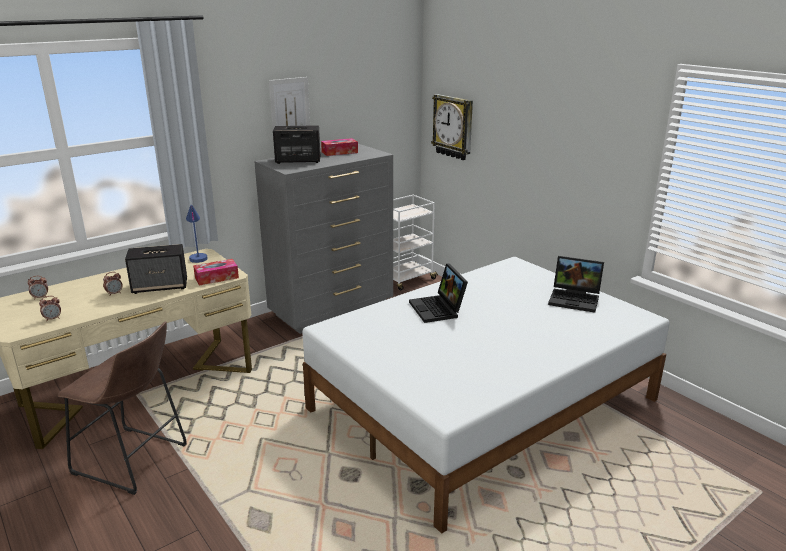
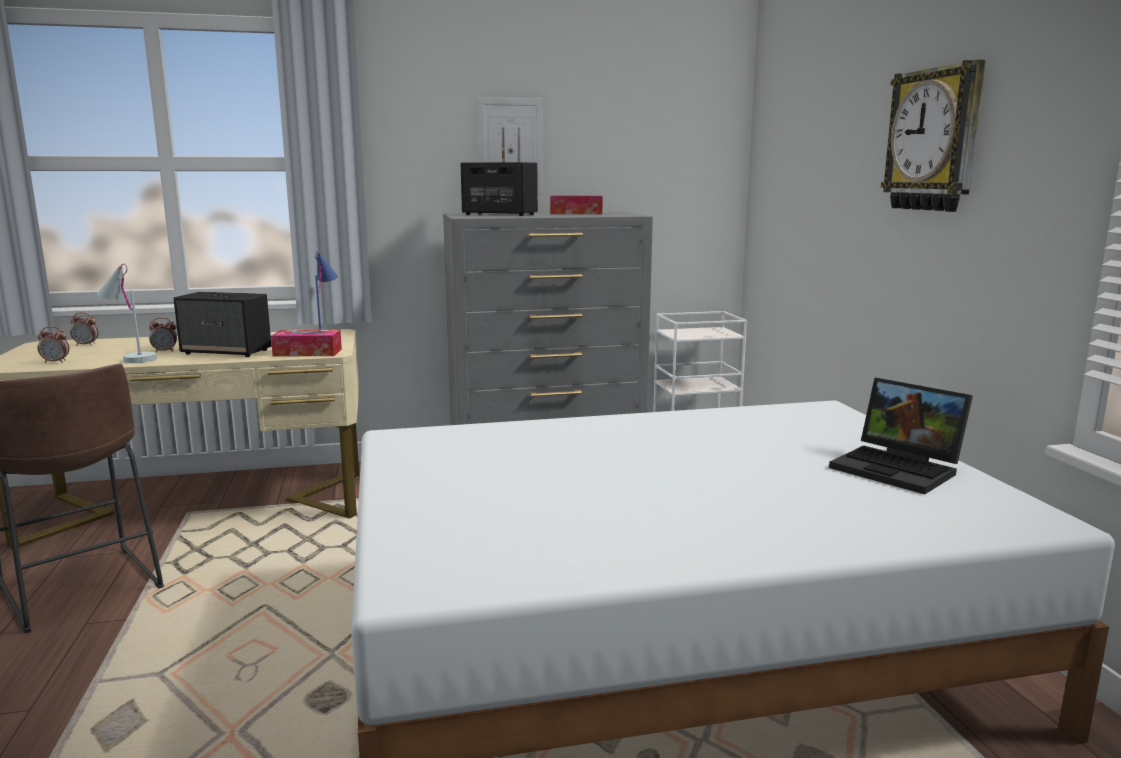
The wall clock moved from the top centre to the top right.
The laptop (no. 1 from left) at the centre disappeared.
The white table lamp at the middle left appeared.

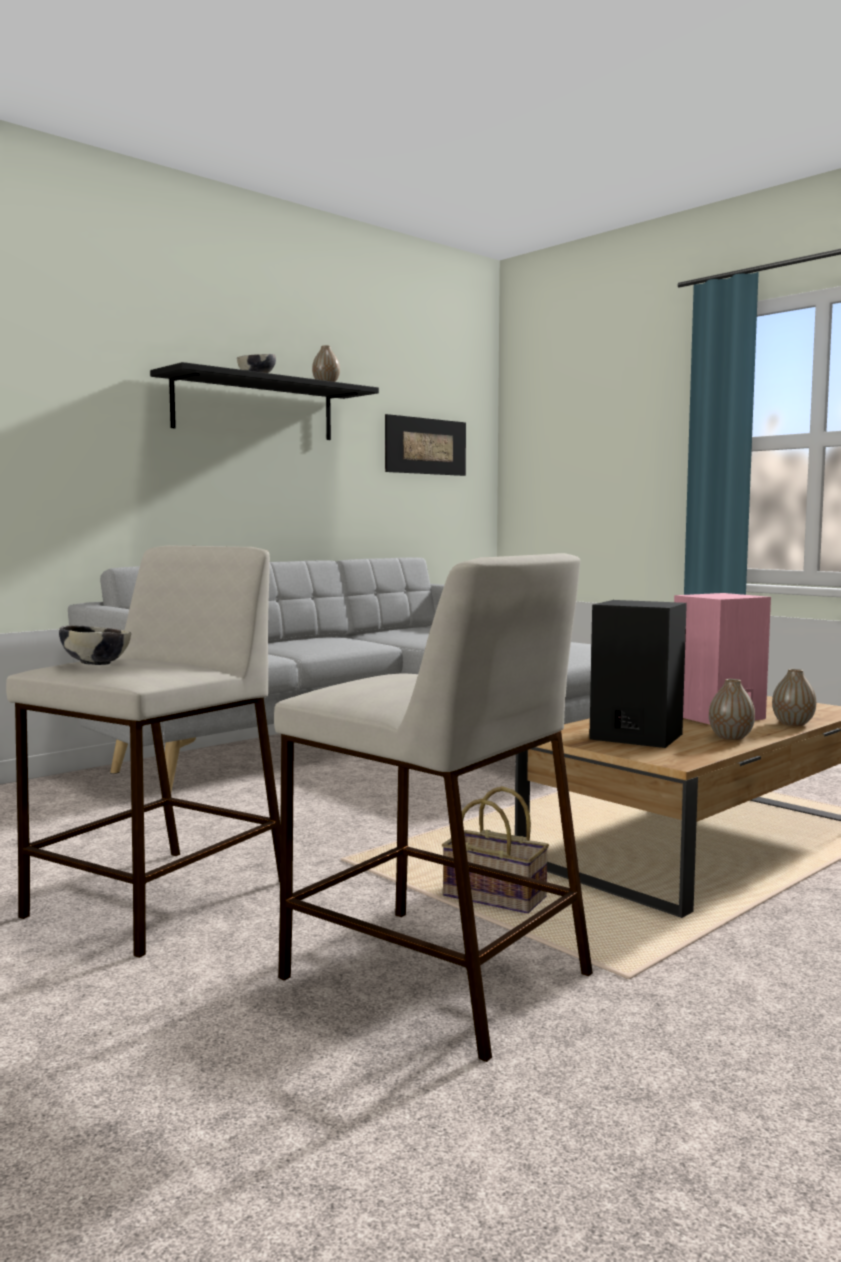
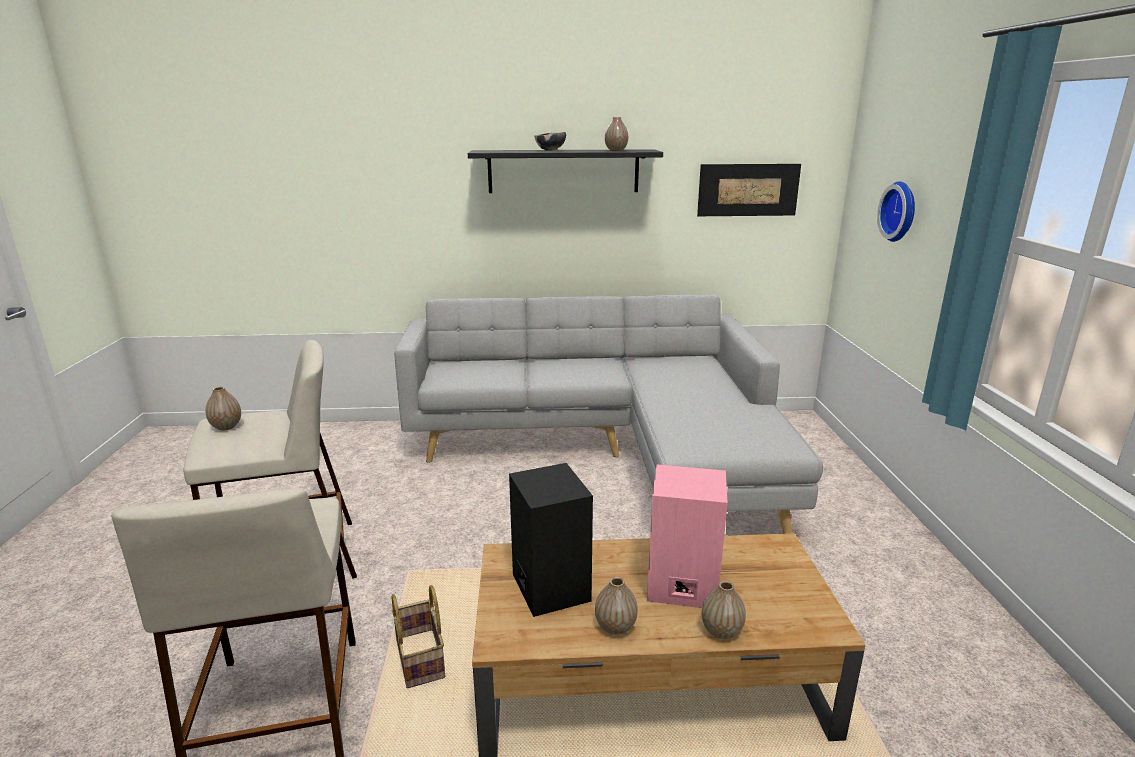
The bowl (no. 1 from left) at the middle left was replaced by the vase (no. 1 from left) at the middle left.
The wall clock at the top right appeared.

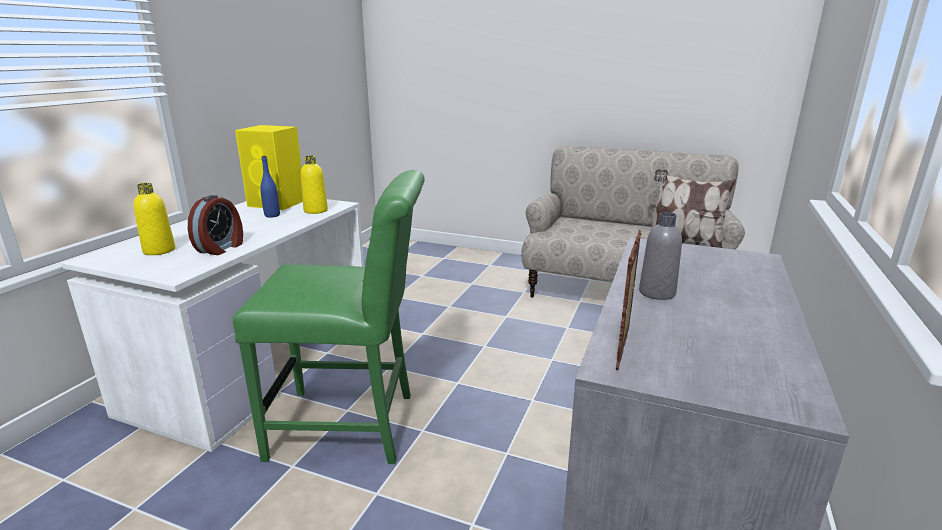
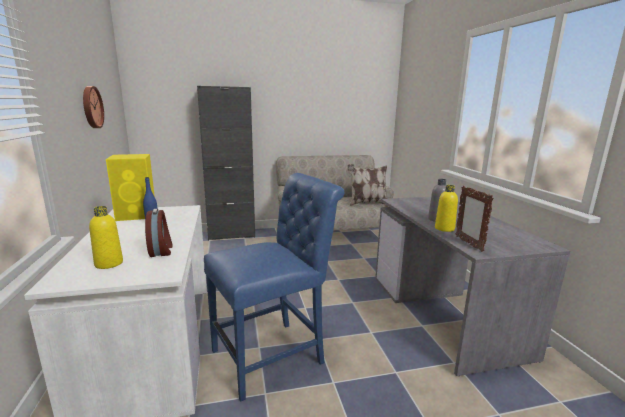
The yellow bottle (no. 2 from left) moved from the centre to the middle right.
The green chair at the centre became the blue chair at the bottom centre.
The wall clock at the top left appeared.
The black cabinet at the centre appeared.

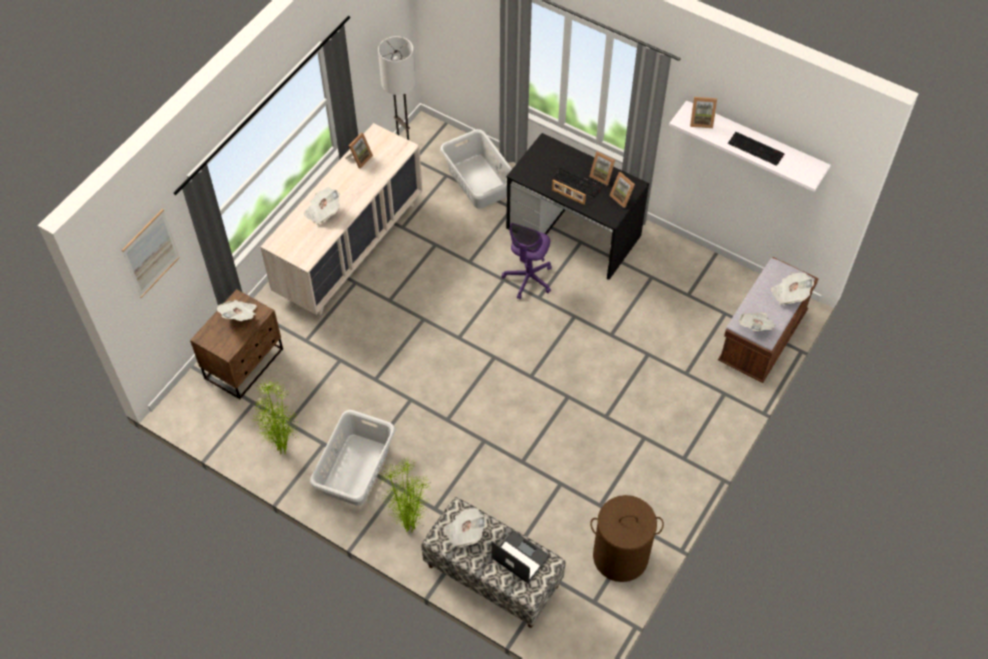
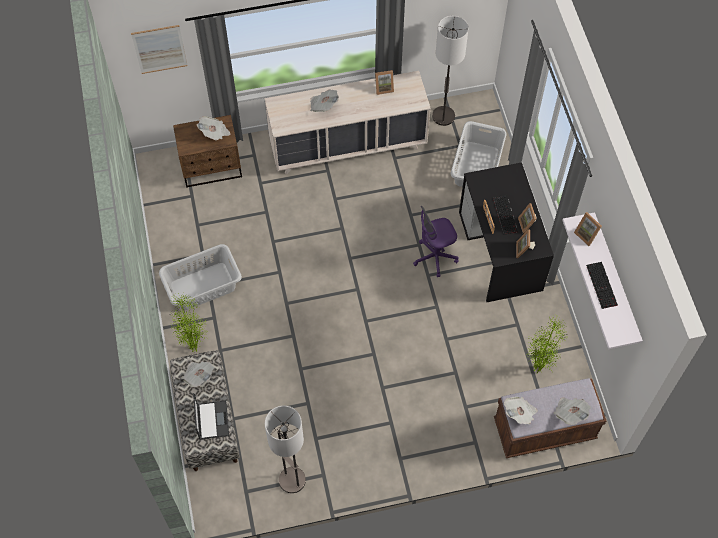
The potted plant (no. 1 from left in the first image) moved from the middle left to the middle right.
The brown laundry basket at the bottom centre was replaced by the floor lamp (no. 1 from left) at the bottom centre.

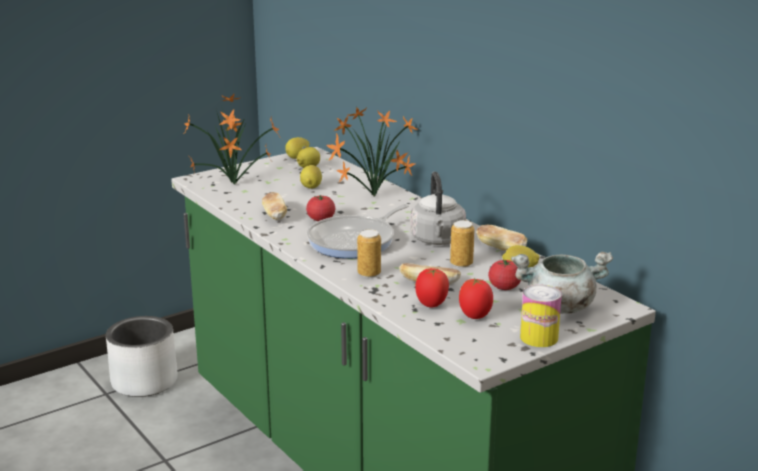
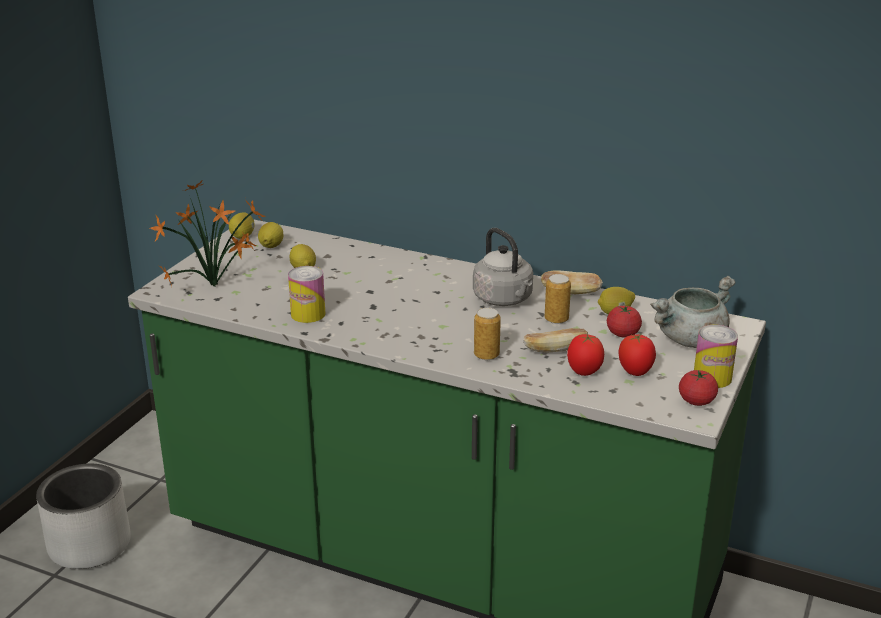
The potted plant (no. 2 from left) at the top centre disappeared.
The bread (no. 1 from left) at the centre was replaced by the can (no. 1 from left) at the centre.
The tomato (no. 1 from left in the first image) moved from the centre to the middle right.
The frying pan at the centre disappeared.

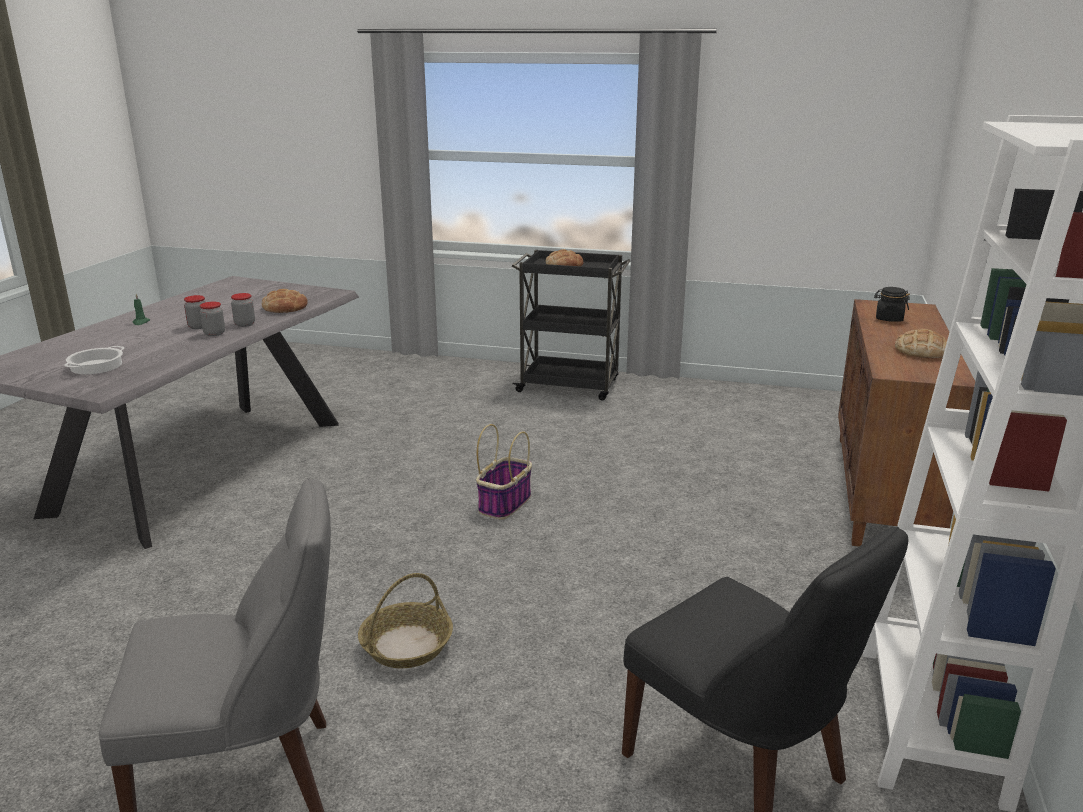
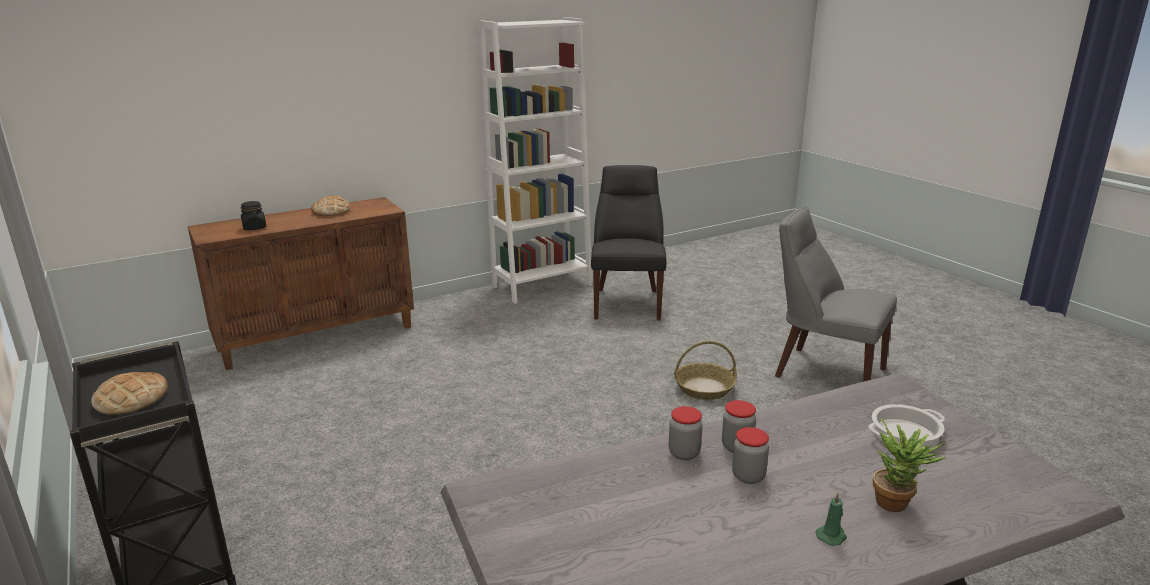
The bread (no. 1 from left) at the middle left disappeared.
The basket (no. 2 from left) at the centre disappeared.
The potted plant at the bottom right appeared.

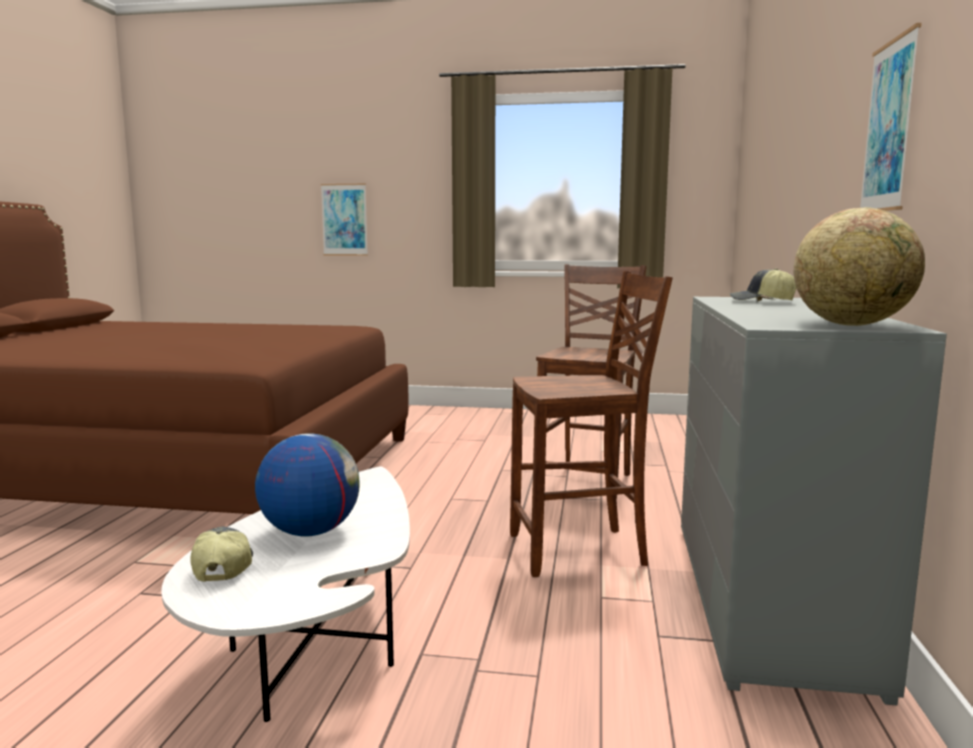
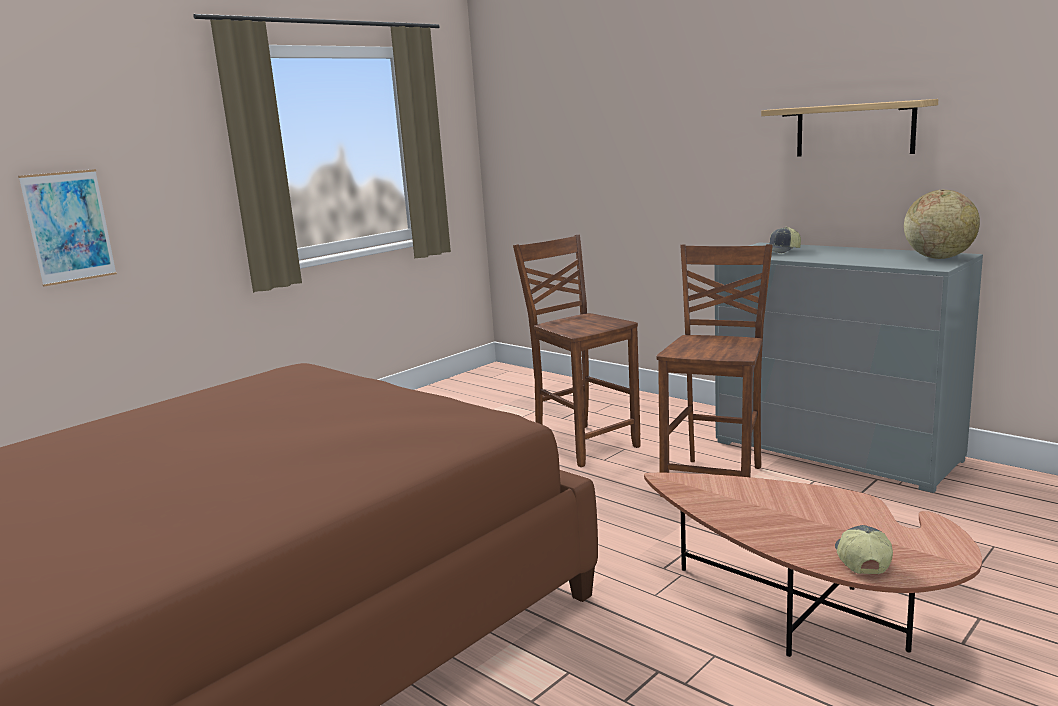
The picture (no. 2 from left) at the top right was replaced by the shelf at the top right.
The globe (no. 1 from left) at the middle left disappeared.
The white coffee table at the bottom left became the brown coffee table at the bottom right.
The cap (no. 1 from left in the first image) at the bottom left turned 75 degrees clockwise.

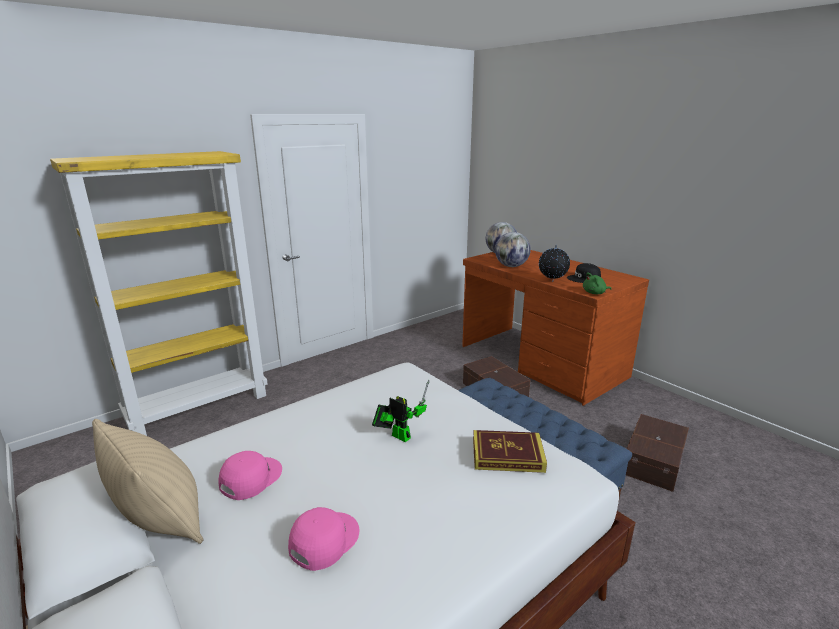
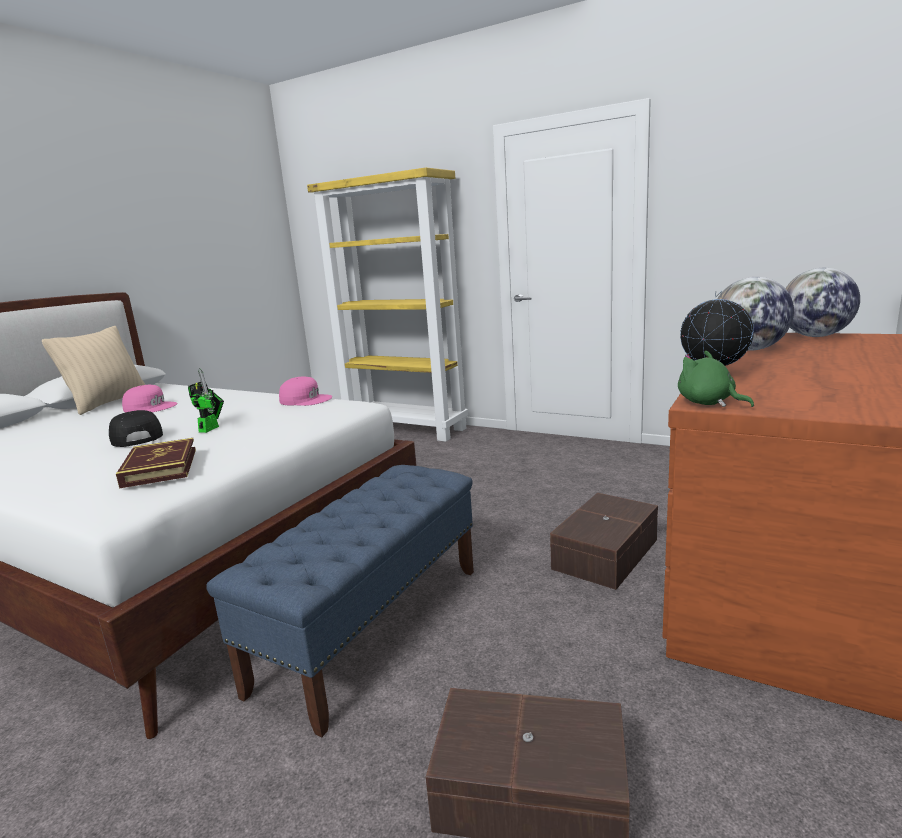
The black cap moved from the middle right to the middle left.
The pink cap (no. 2 from left) moved from the bottom centre to the centre.

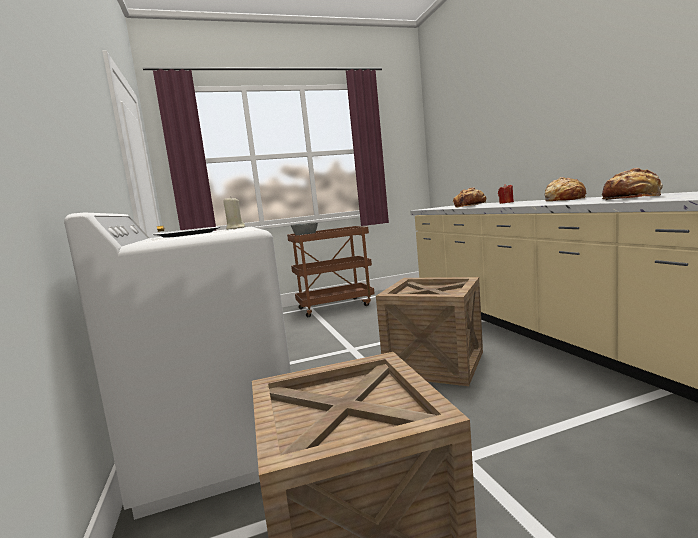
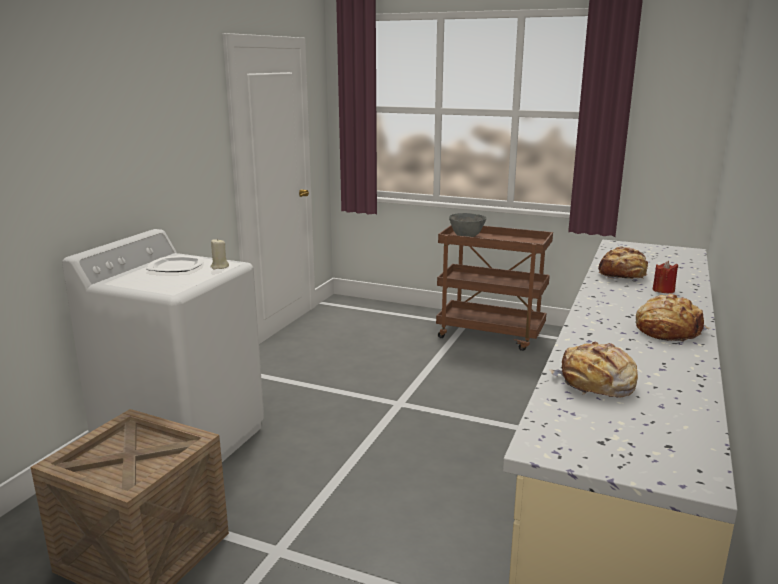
The crate (no. 2 from left) at the centre disappeared.

